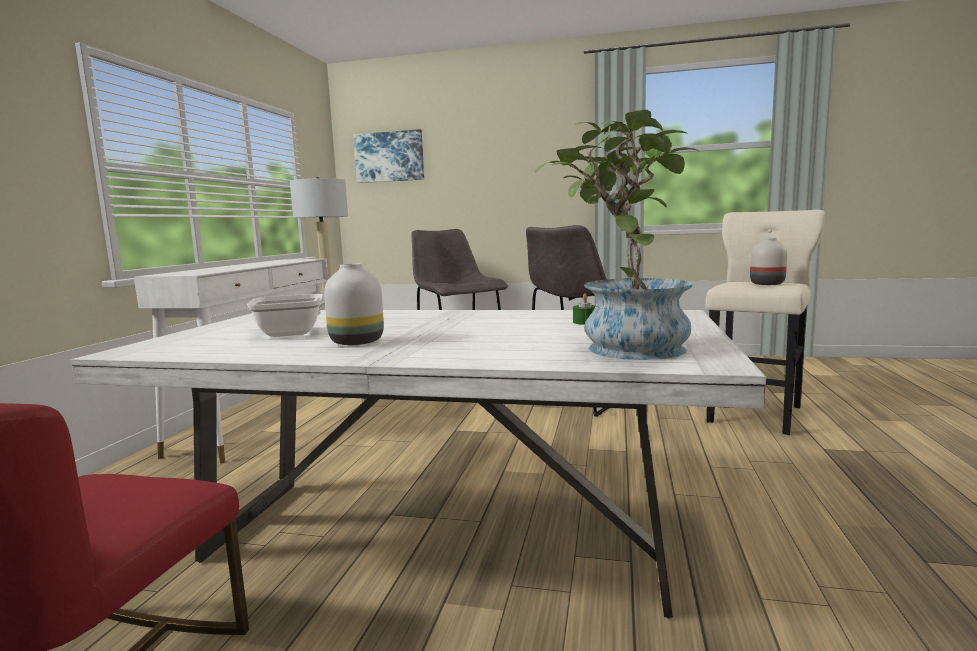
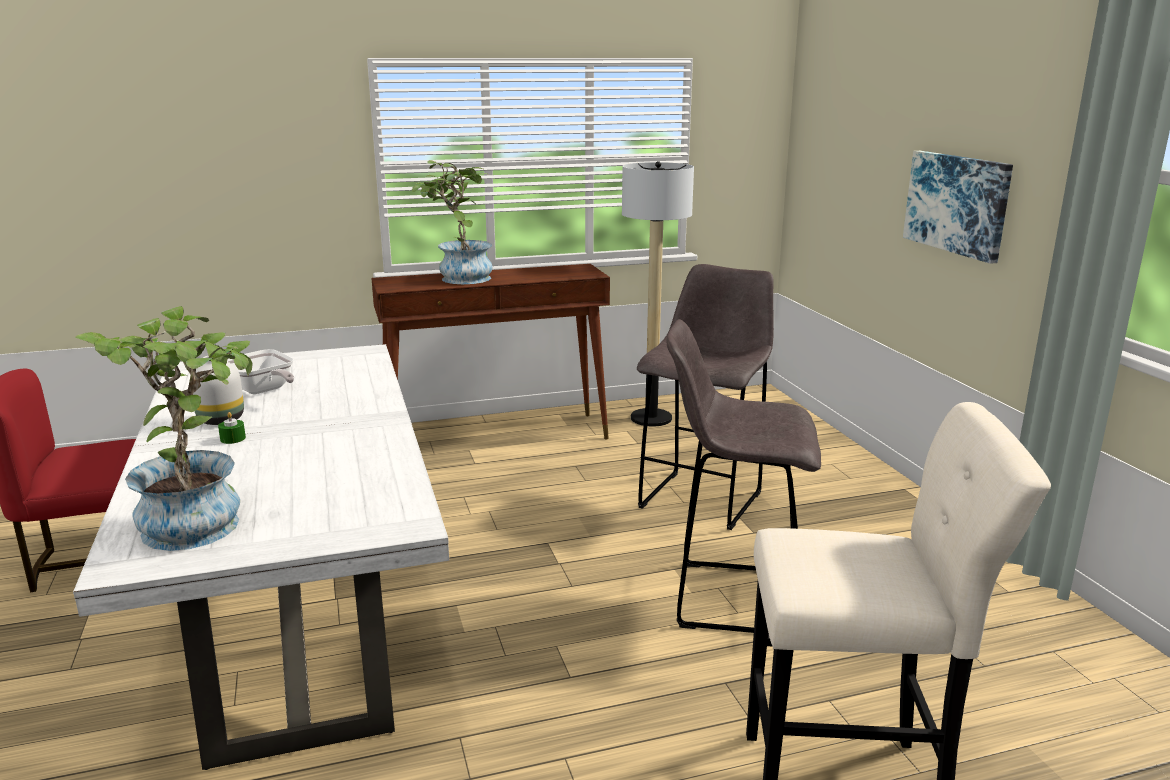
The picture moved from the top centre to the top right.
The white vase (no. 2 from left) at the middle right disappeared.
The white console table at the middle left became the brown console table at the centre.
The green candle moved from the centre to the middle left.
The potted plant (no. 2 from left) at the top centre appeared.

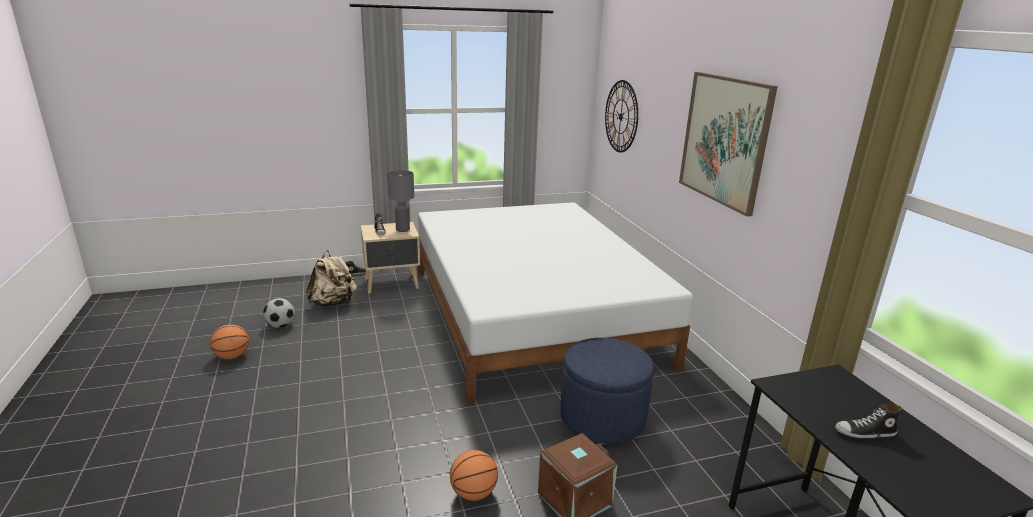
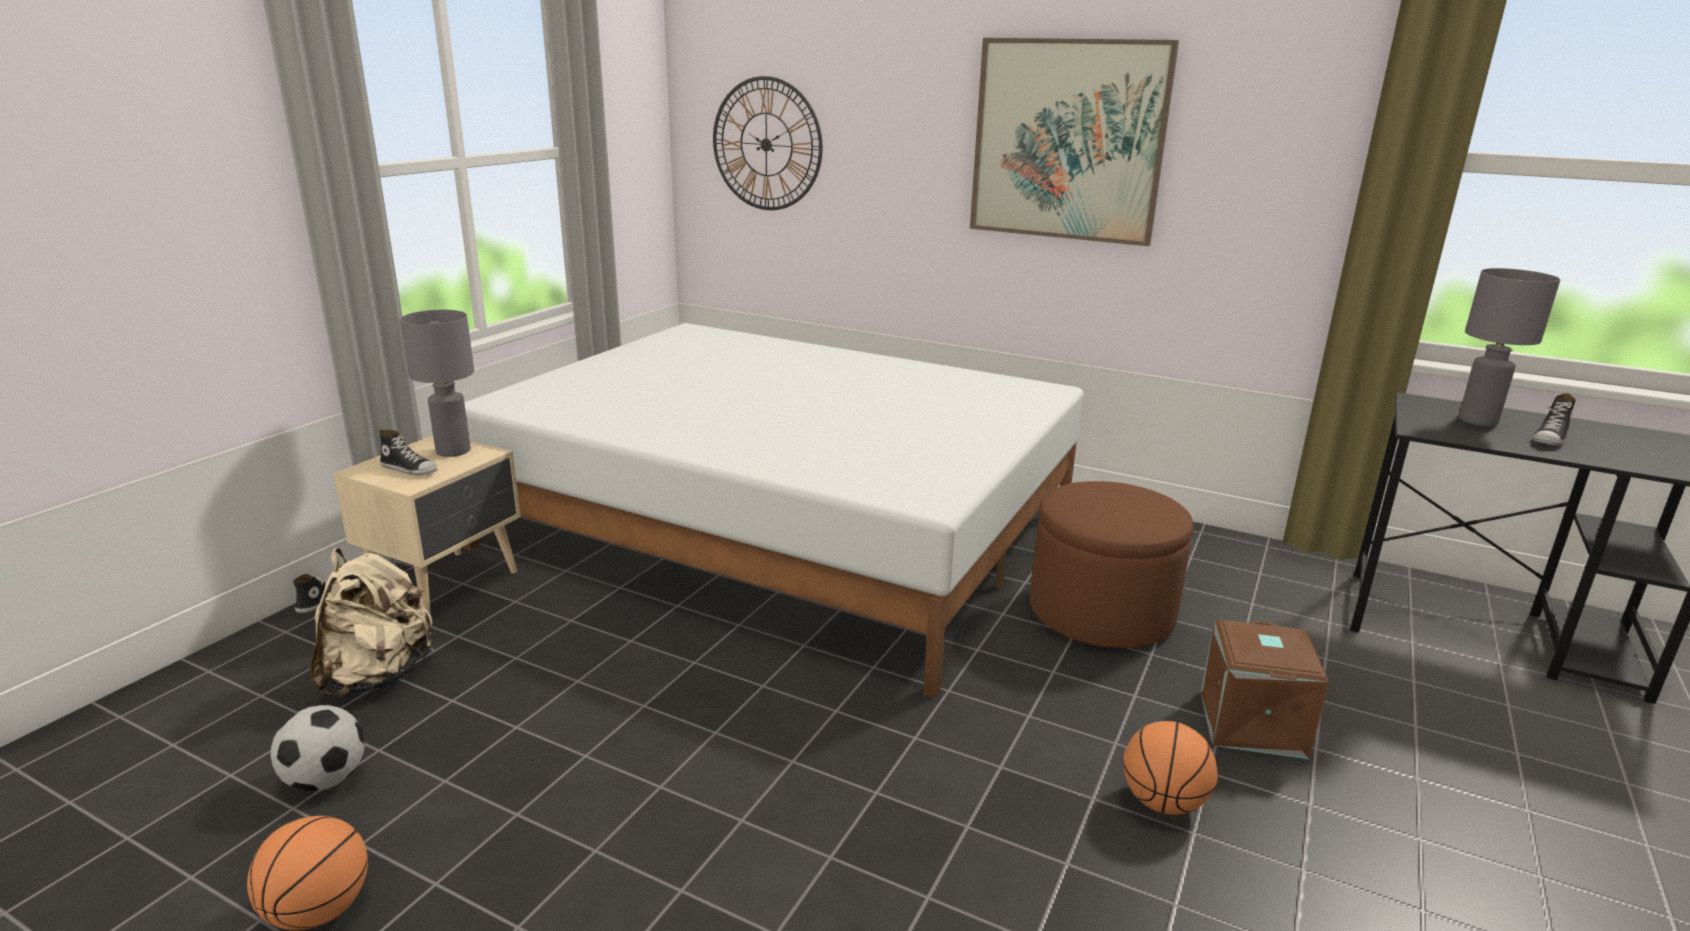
The blue ottoman at the bottom centre became the brown ottoman at the centre.
The grey table lamp (no. 2 from left) at the middle right appeared.

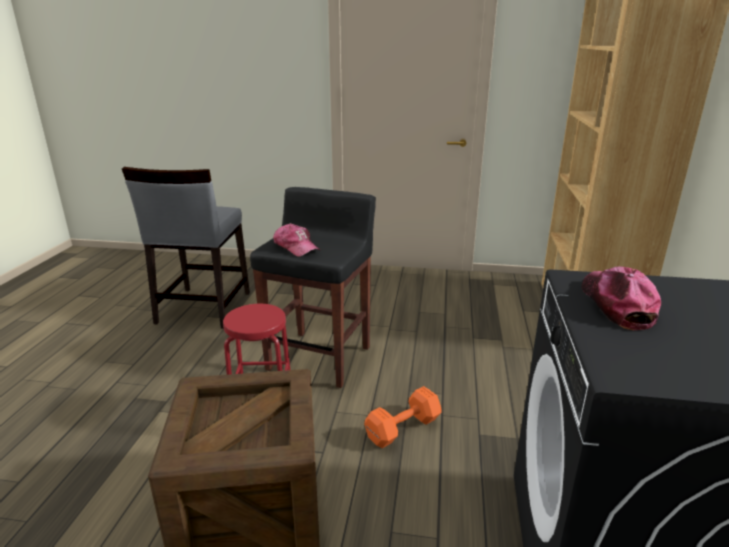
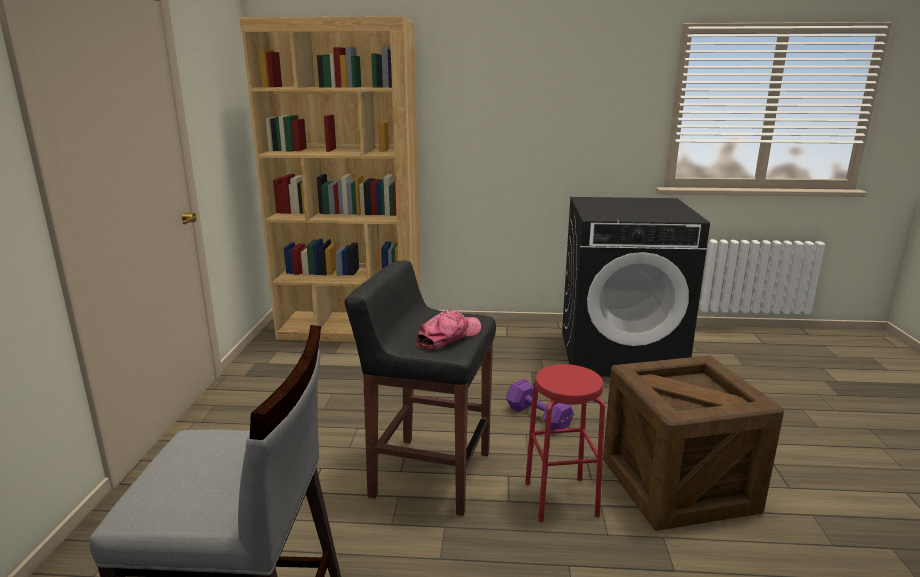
The cap (no. 2 from left) at the middle right disappeared.
The orange dumbbell at the bottom centre became the purple dumbbell at the bottom centre.

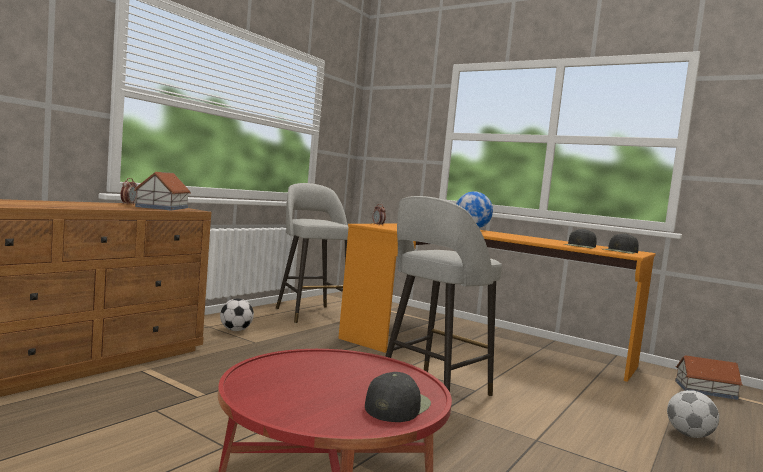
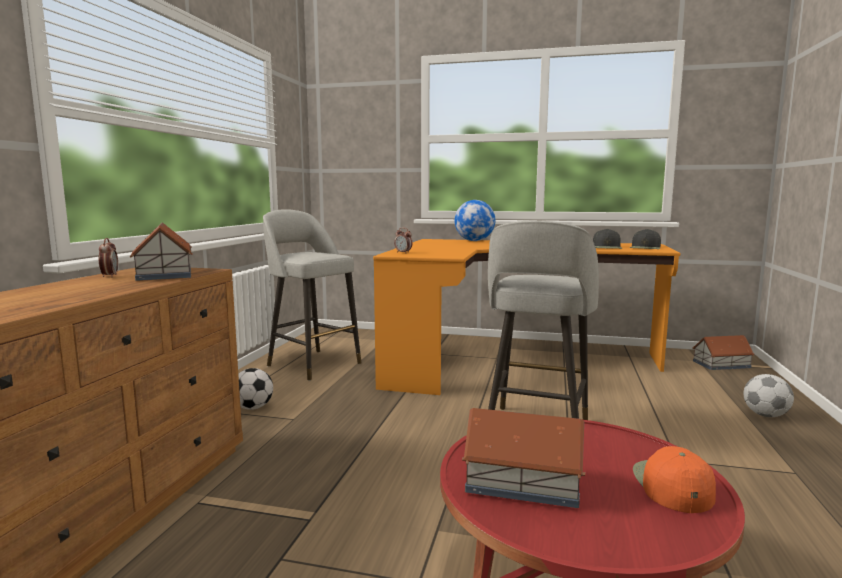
The black cap (no. 1 from left) at the bottom centre became the orange cap at the bottom right.
The toy house (no. 2 from left) at the bottom centre appeared.

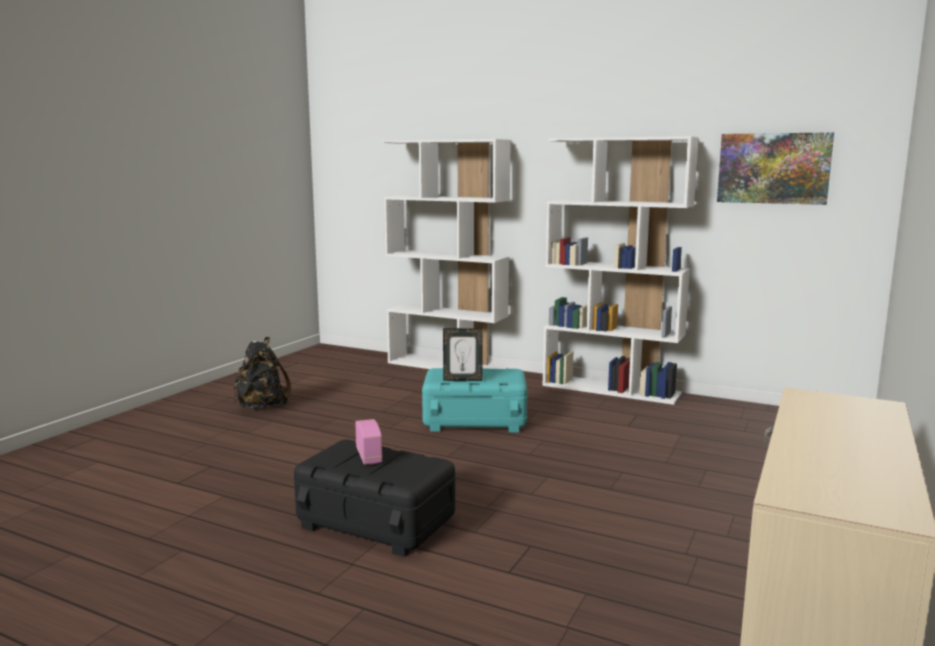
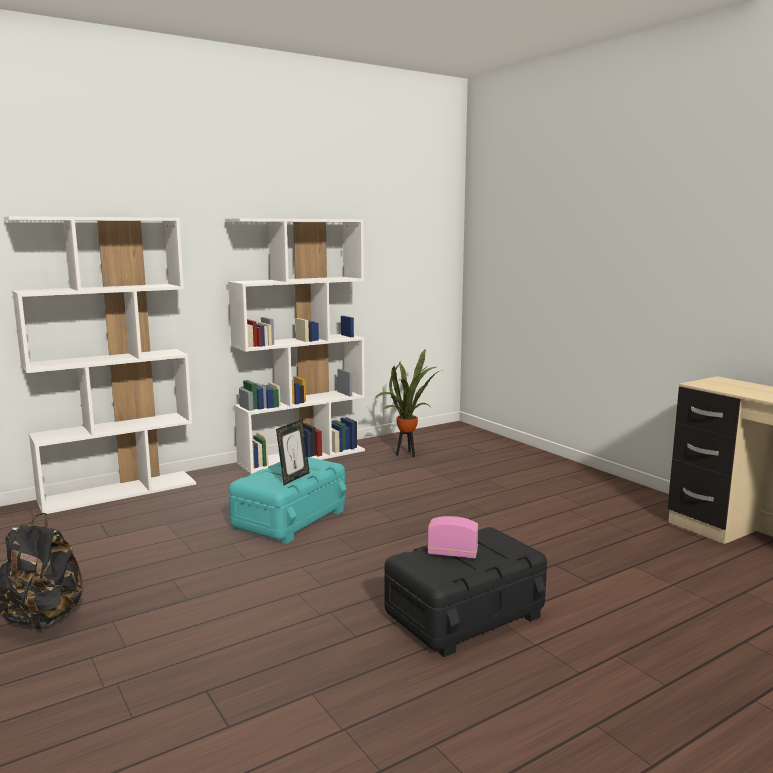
The picture at the top right disappeared.
The potted plant at the centre appeared.

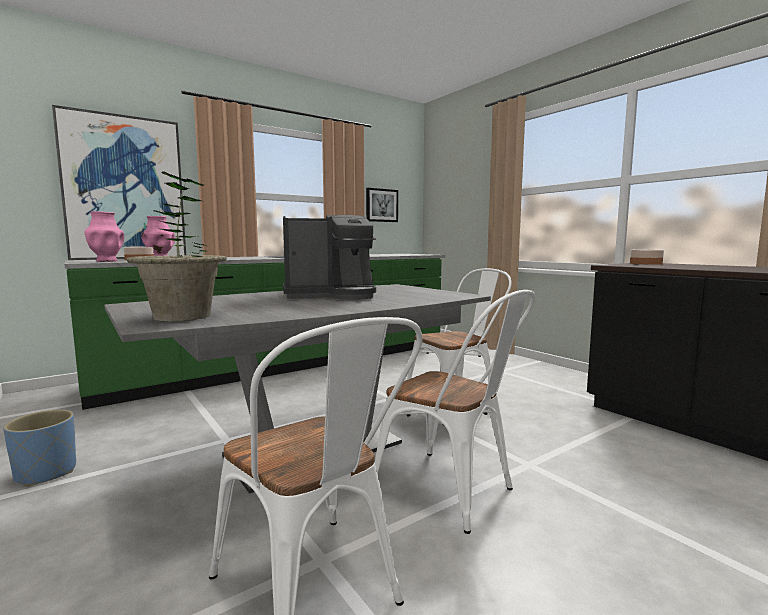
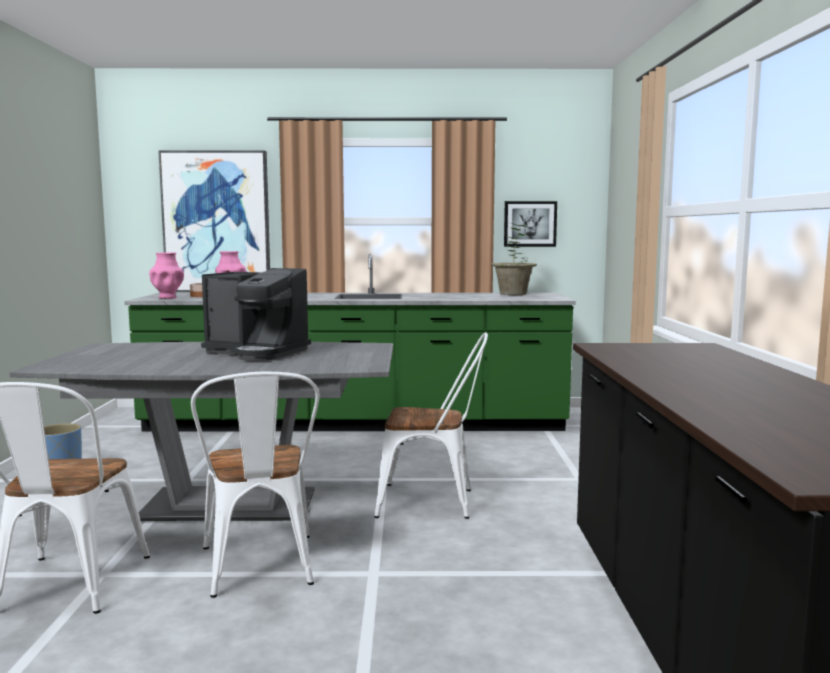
The potted plant moved from the middle left to the centre.
The bowl (no. 2 from left) at the middle right disappeared.

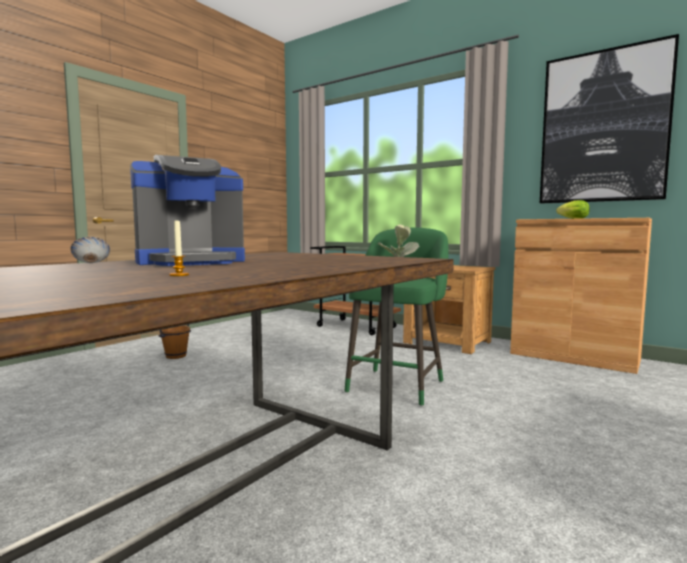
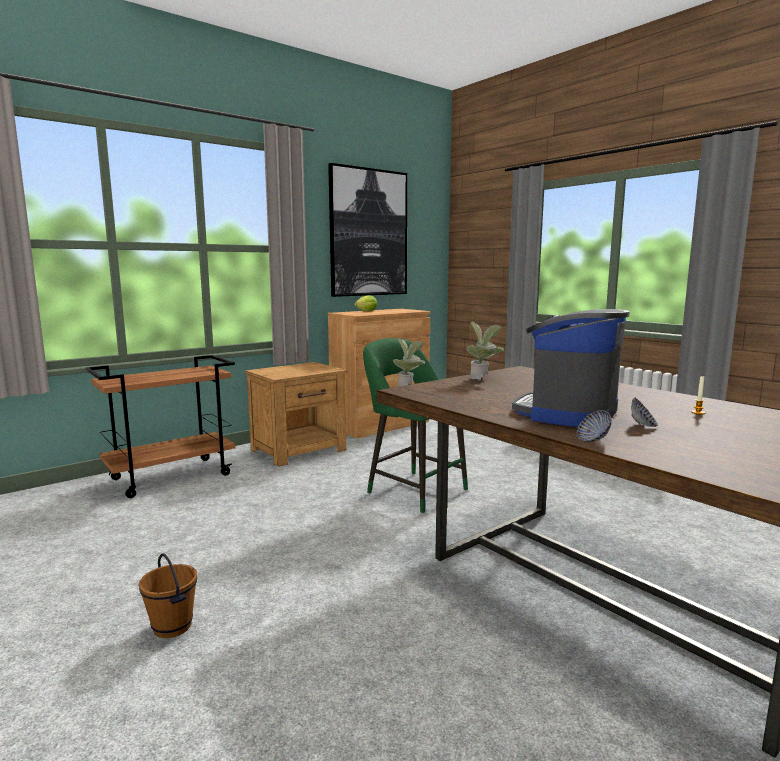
The coffee machine at the middle left turned 135 degrees counterclockwise.
The potted plant (no. 2 from left) at the centre appeared.
The bowl (no. 2 from left) at the middle right appeared.

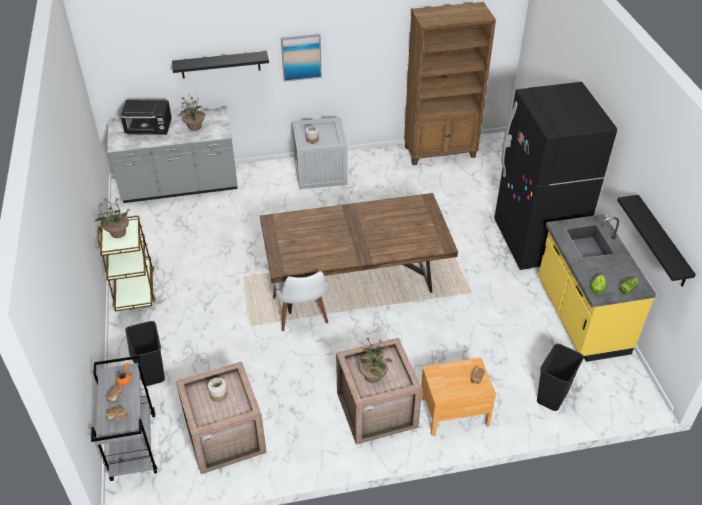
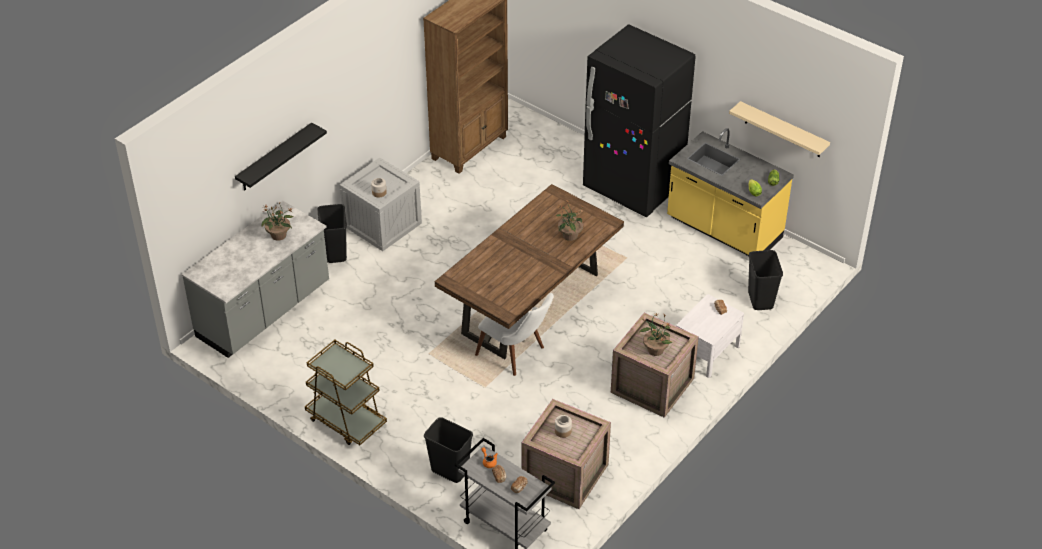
The picture at the top centre disappeared.
The black microwave at the top left disappeared.
The black shelf (no. 2 from left) at the middle right became the beige shelf at the top right.
The potted plant (no. 1 from left in the first image) moved from the middle left to the centre.
The brown nightstand at the bottom centre became the white nightstand at the middle right.
The black trash can (no. 1 from left) at the middle left appeared.

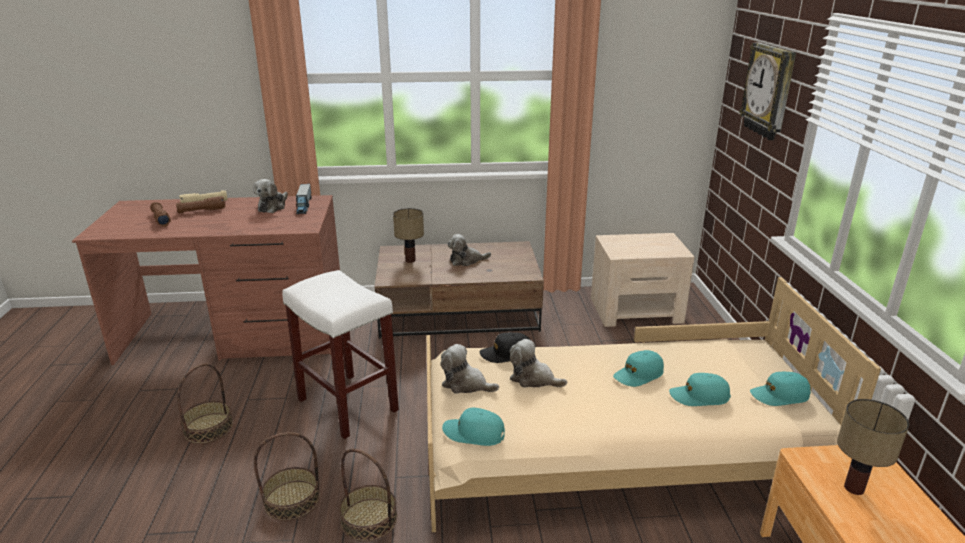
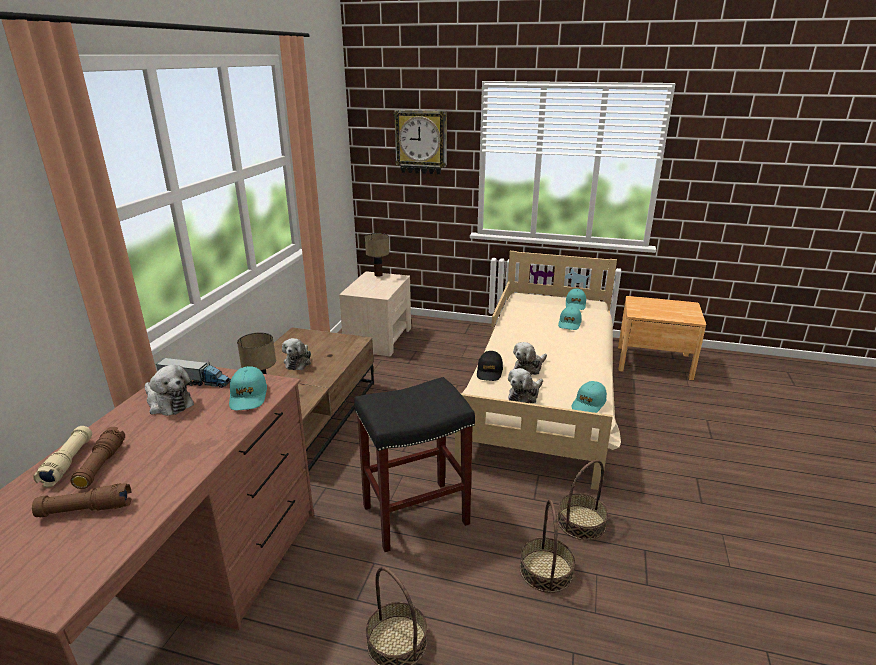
The white stool at the centre became the black stool at the bottom centre.
The turquoise cap (no. 2 from left in the first image) moved from the bottom centre to the middle left.
The table lamp (no. 2 from left) moved from the bottom right to the centre.

